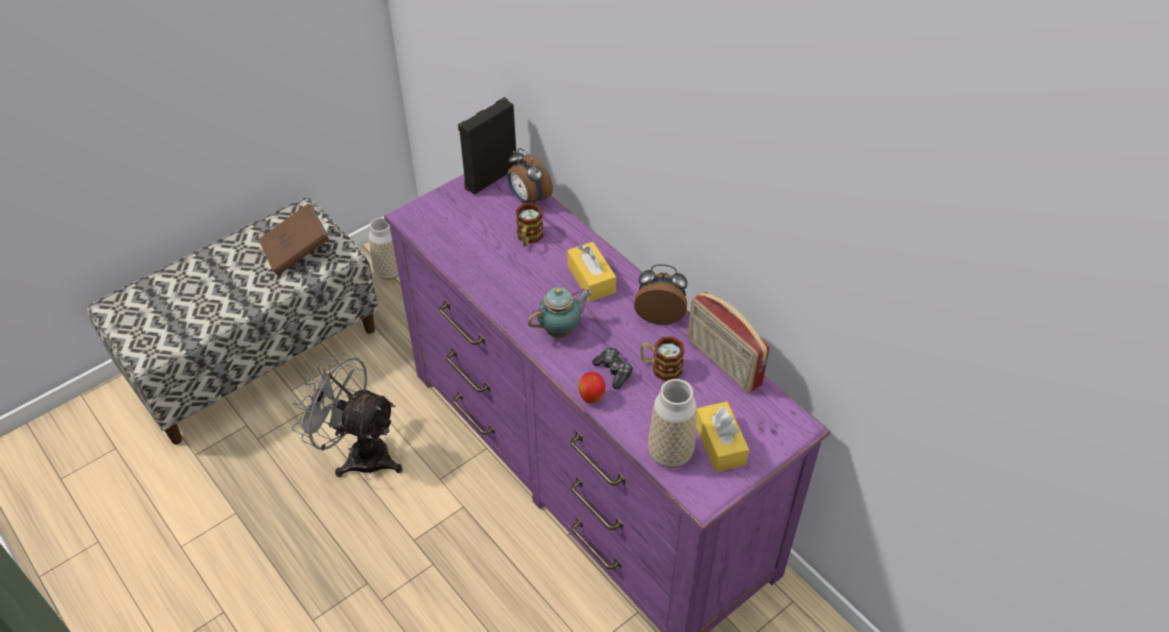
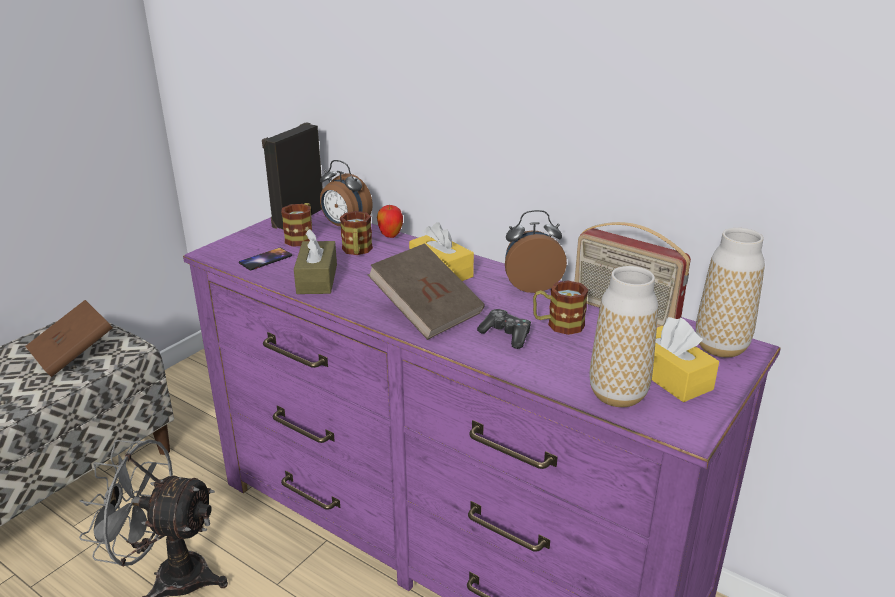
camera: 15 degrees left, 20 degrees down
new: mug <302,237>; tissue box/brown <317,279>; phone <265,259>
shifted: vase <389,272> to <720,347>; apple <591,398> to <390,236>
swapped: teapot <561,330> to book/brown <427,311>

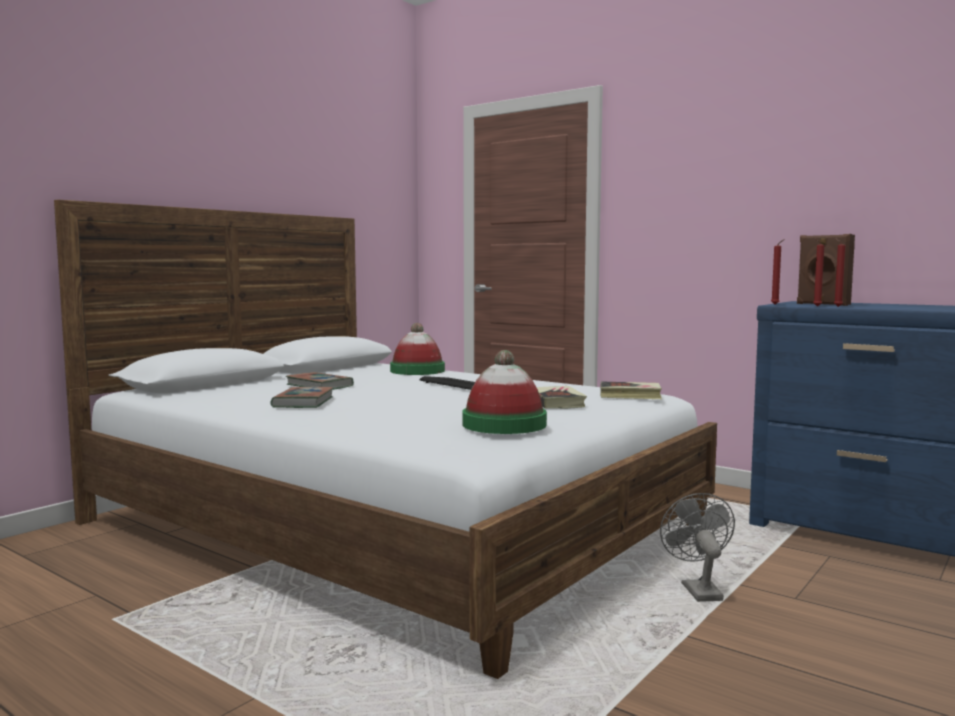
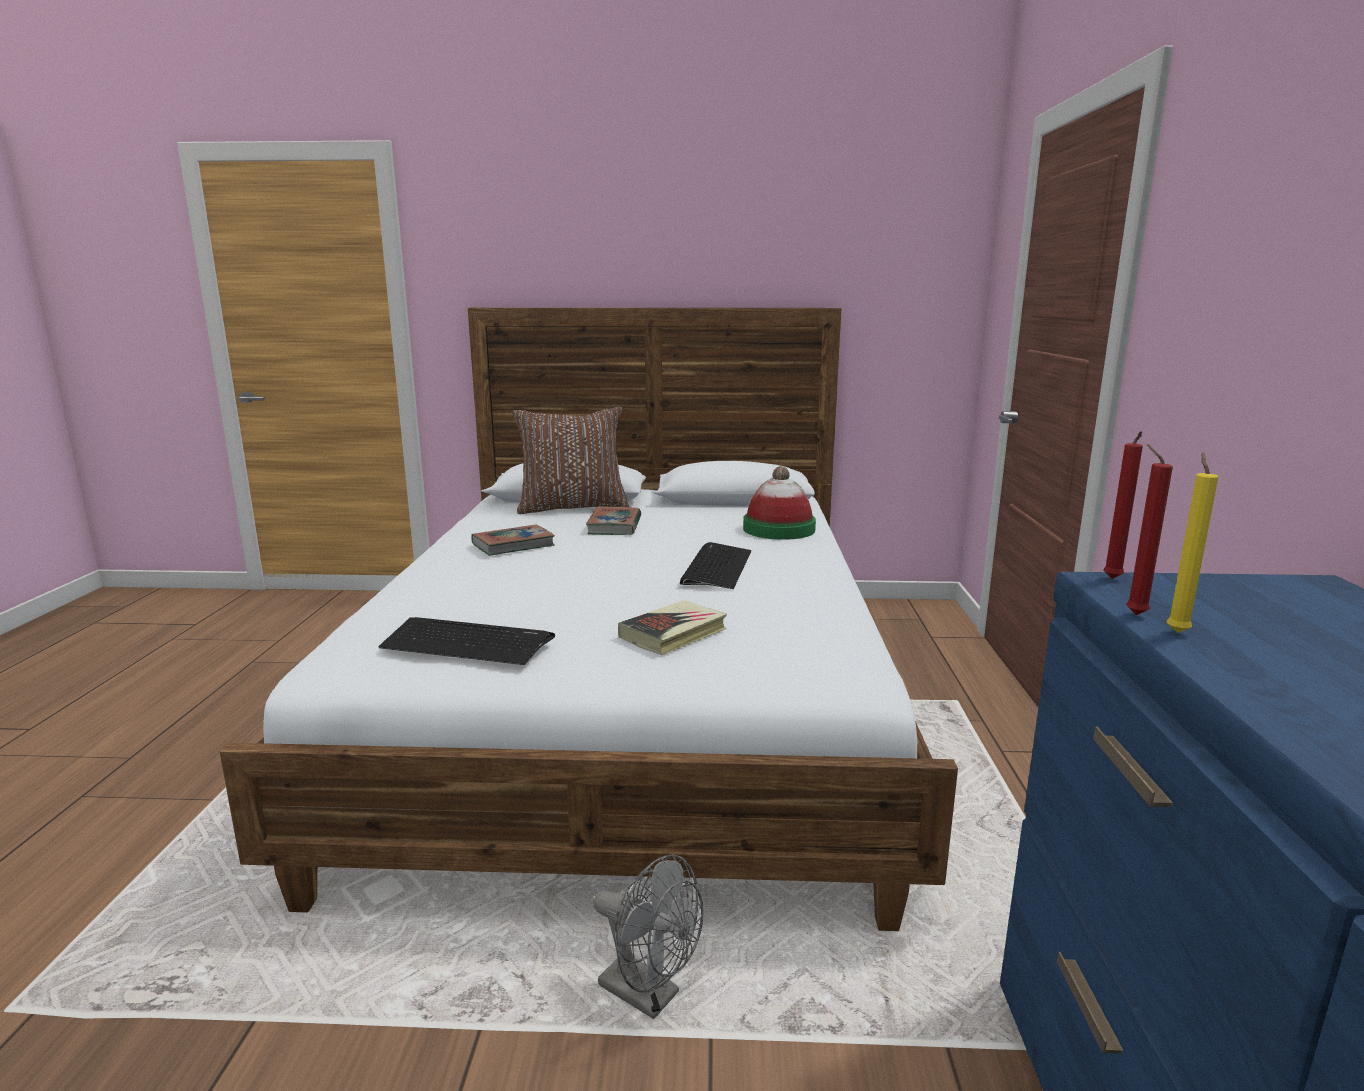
camera: 55 degrees right, 10 degrees up
gone: speaker/brown <822,304>; book <630,395>
new: pillow/brown <572,507>
swapped: hat <504,424> to keyboard <467,643>
repainted: candle/red <836,306> to candle/yellow <1176,631>
rotated: fan/grey <698,589> = <649,995> 75 degrees clockwise

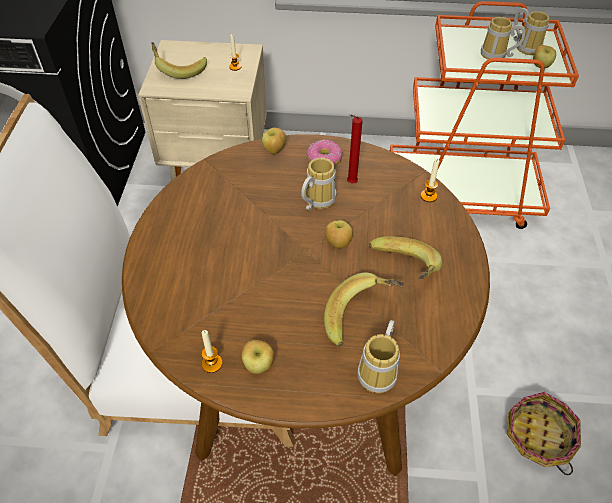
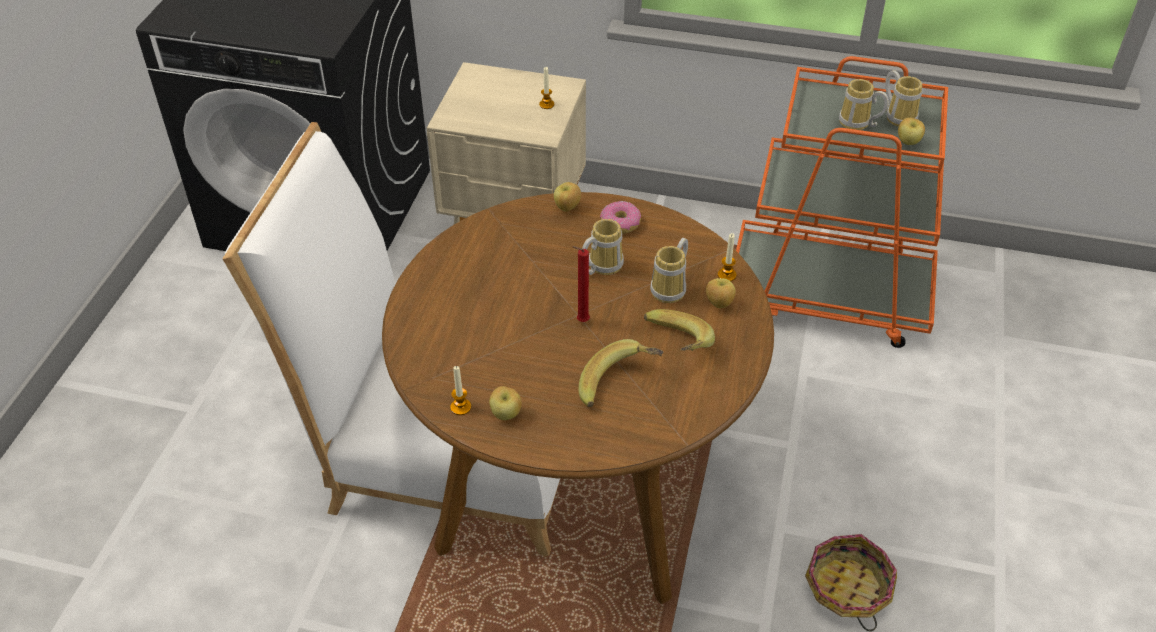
camera: 10 degrees right, 5 degrees down
gone: banana <179,69>
shifted: candle/red <350,183> to <581,321>; apple <337,243> to <719,304>; mug <380,371> to <672,289>

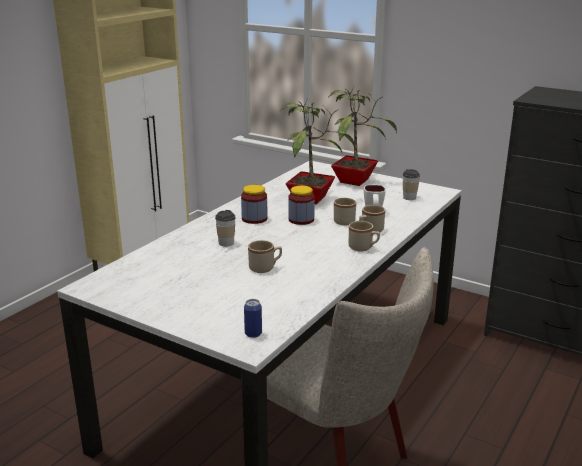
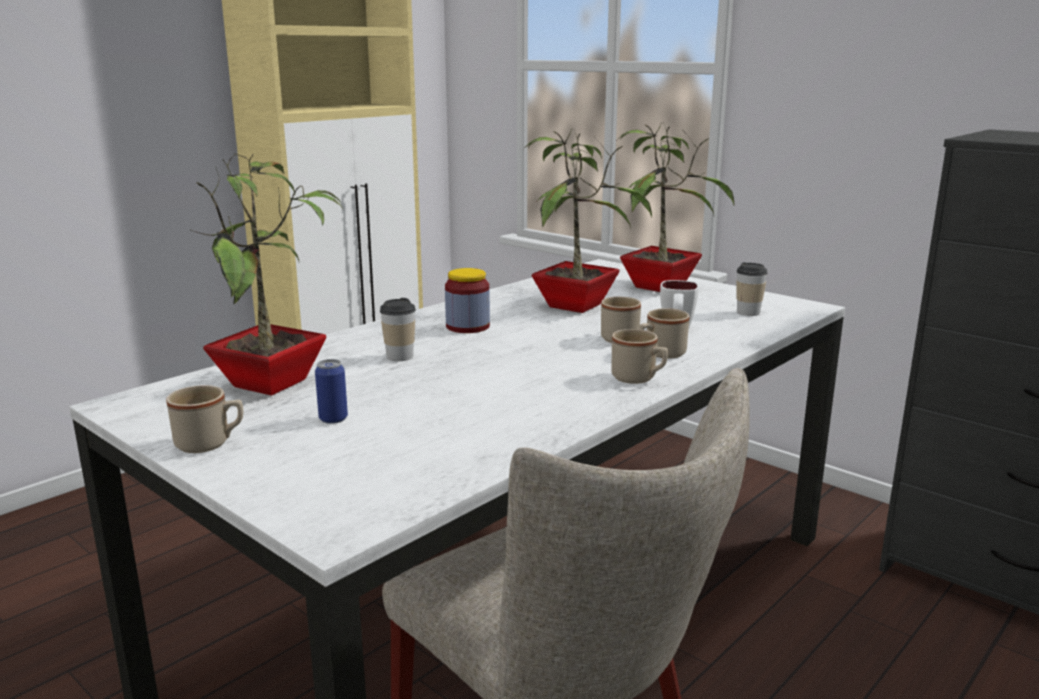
camera: 10 degrees right, 5 degrees down
gone: jar <301,220>
new: potted plant <274,385>
shifted: mug/beige <265,268> to <210,443>; can <253,334> to <333,419>

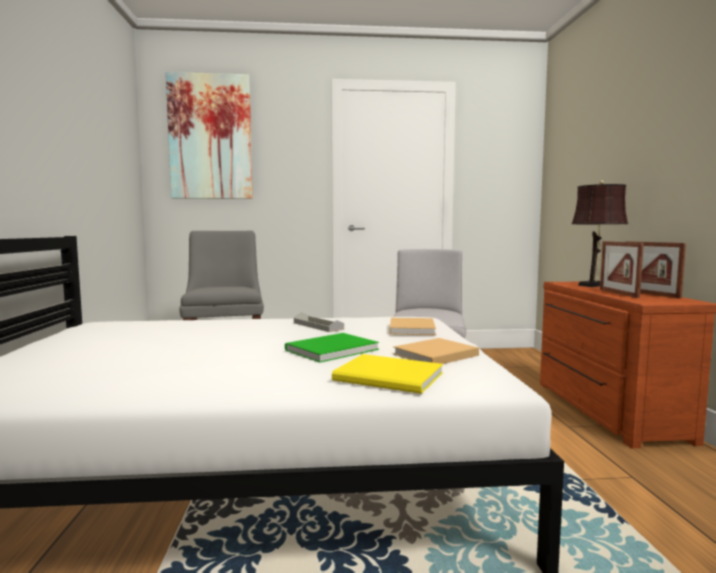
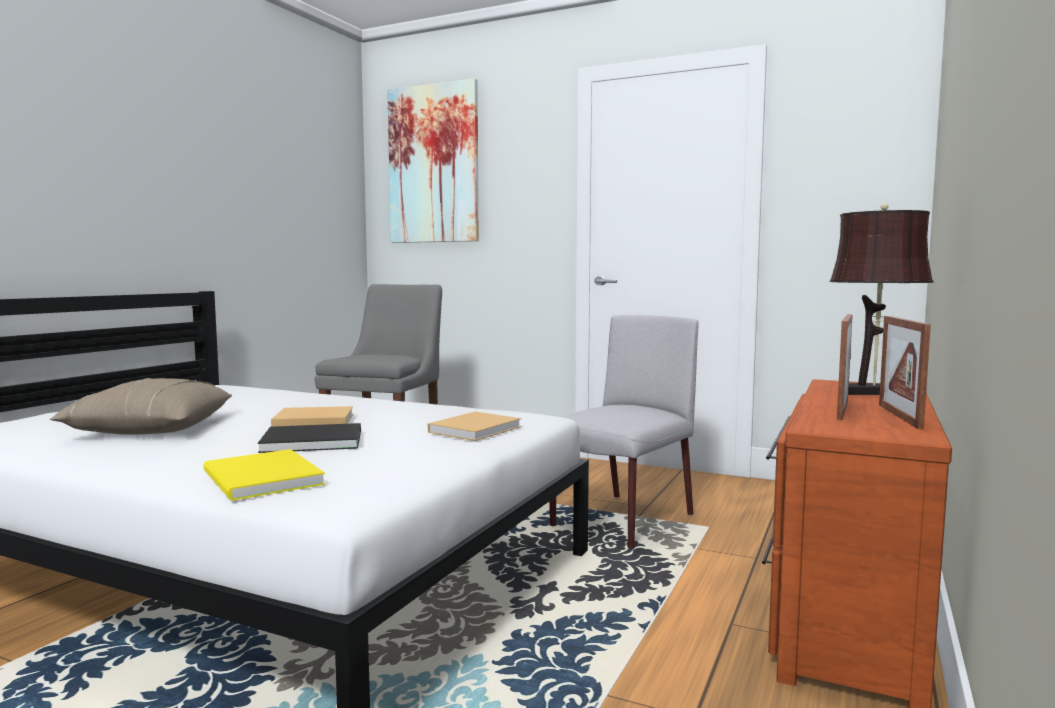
camera: 30 degrees right, 0 degrees up
gone: tray/grey <318,326>
new: pillow/beige <150,430>
shifted: book/beige <434,355> to <311,421>
repainted: book/green <328,350> to book/black <309,441>

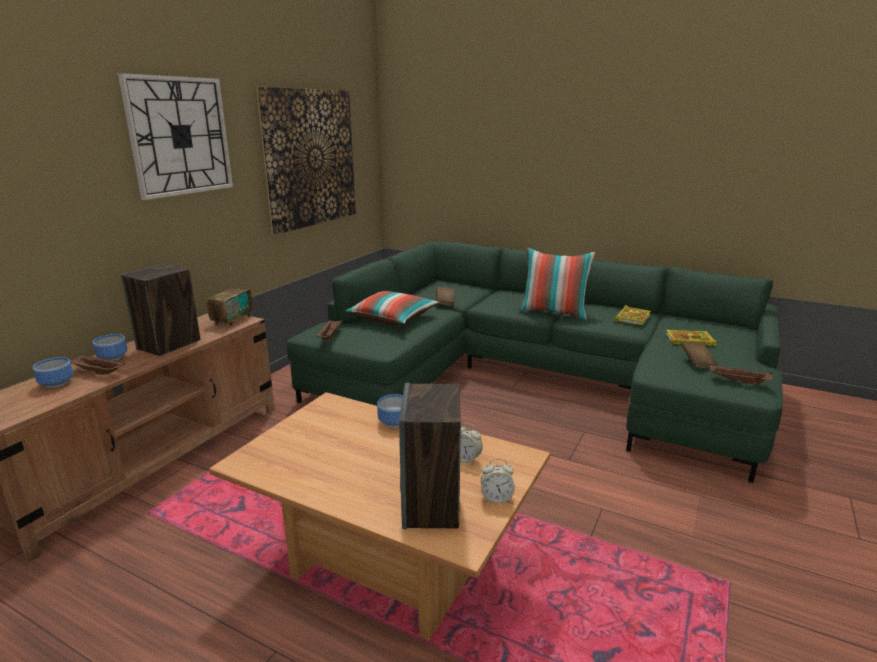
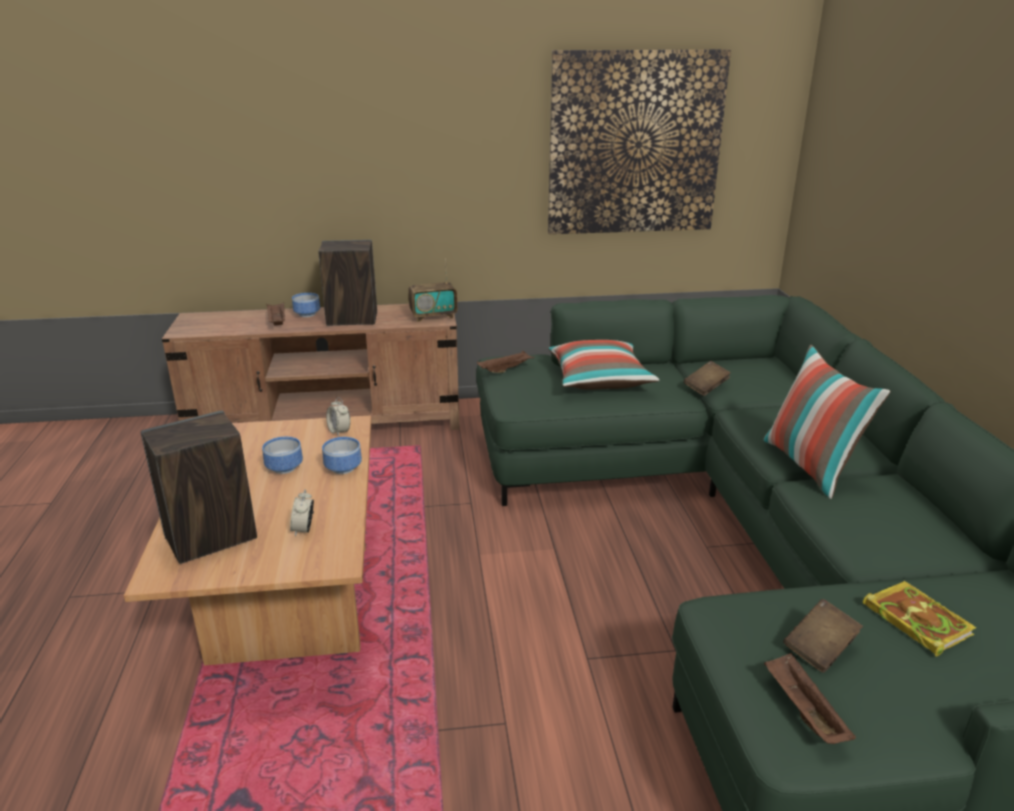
camera: 55 degrees right, 5 degrees up
gone: wall clock <180,136>; book <632,317>
shifted: bowl <55,383> to <283,467>; alarm clock <496,498> to <339,431>

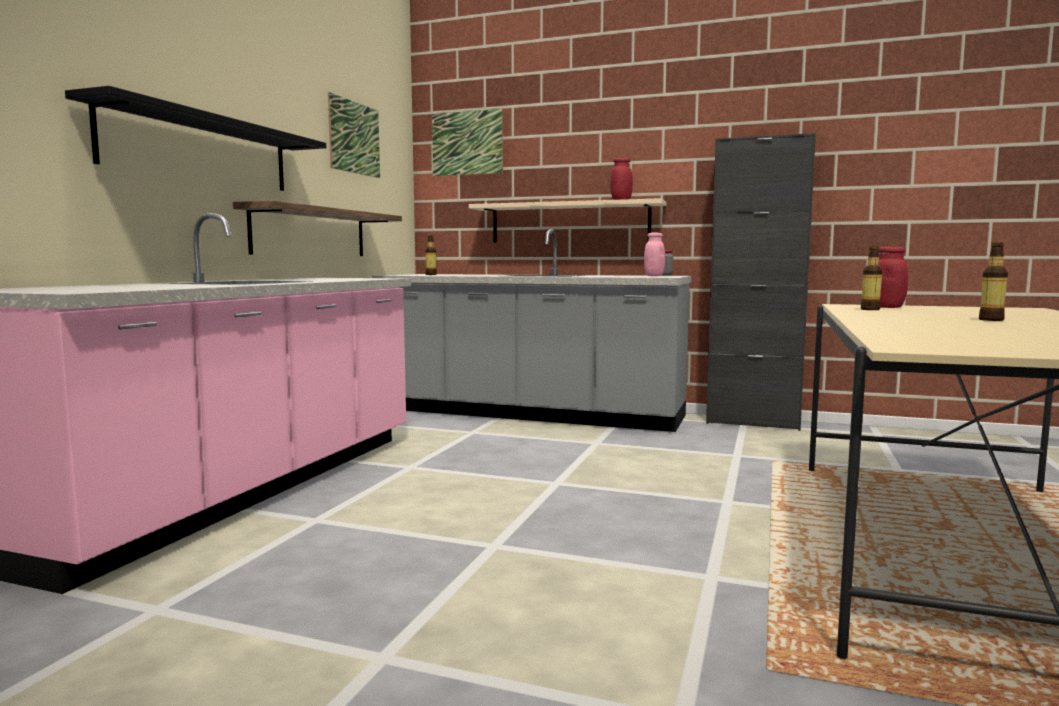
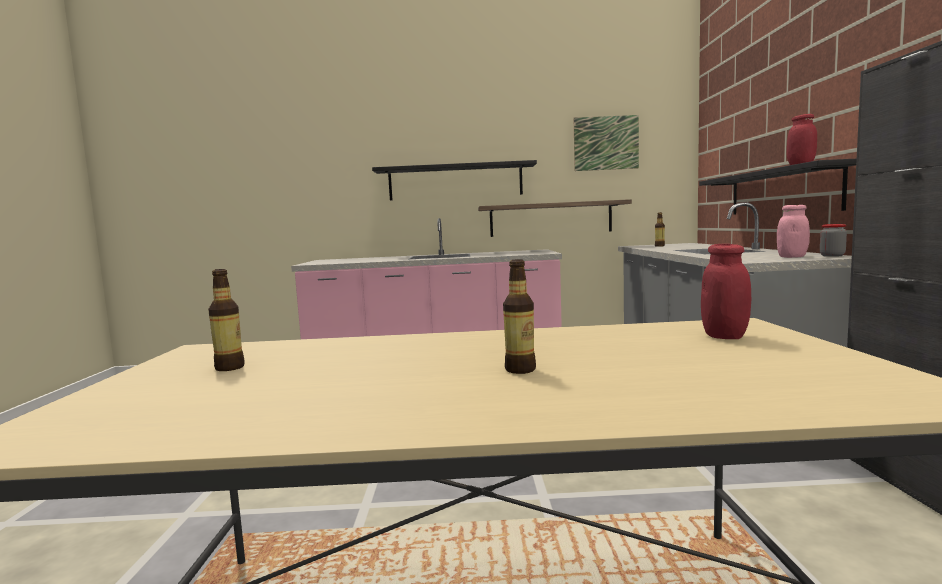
camera: 70 degrees right, 0 degrees up
gone: picture <467,143>
shifted: bottle <870,309> to <230,367>
repainted: shelf/beige <569,222> to shelf/black <781,192>

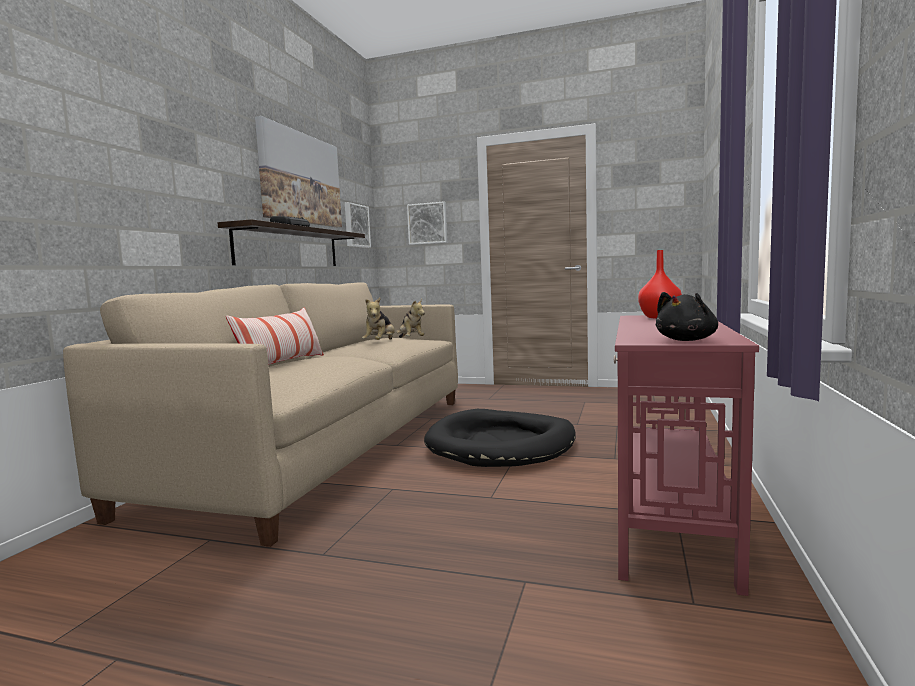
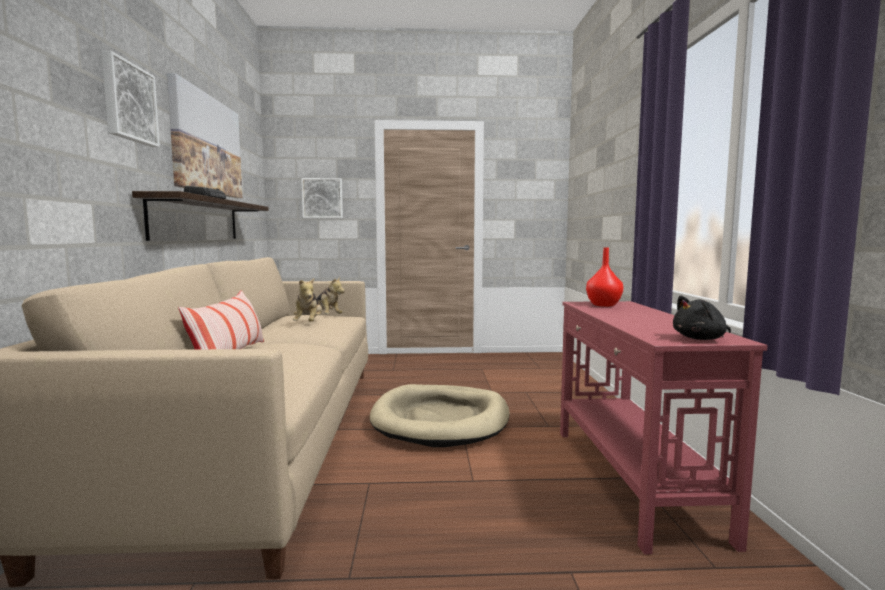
camera: 20 degrees left, 0 degrees up
shifted: picture <356,226> to <128,102>
repainted: dog bed/black <501,444> to dog bed/beige <440,420>
rotated: plush toy/black <687,340> = <701,339> 45 degrees clockwise

